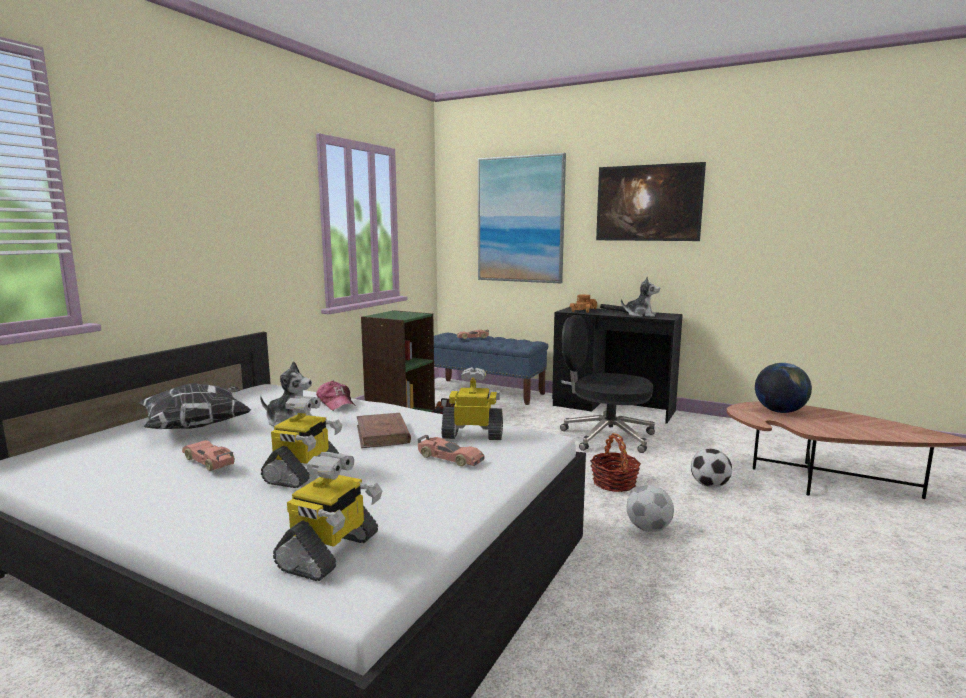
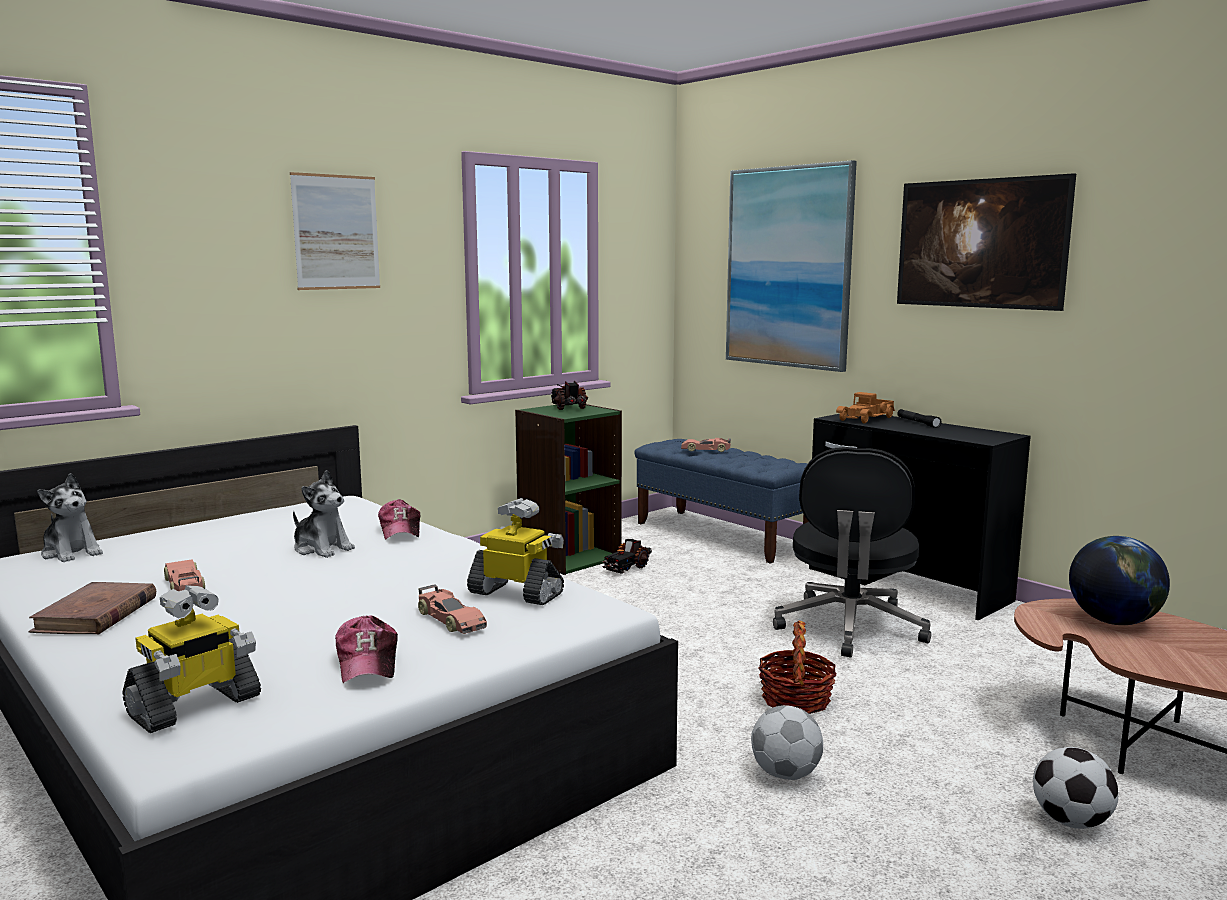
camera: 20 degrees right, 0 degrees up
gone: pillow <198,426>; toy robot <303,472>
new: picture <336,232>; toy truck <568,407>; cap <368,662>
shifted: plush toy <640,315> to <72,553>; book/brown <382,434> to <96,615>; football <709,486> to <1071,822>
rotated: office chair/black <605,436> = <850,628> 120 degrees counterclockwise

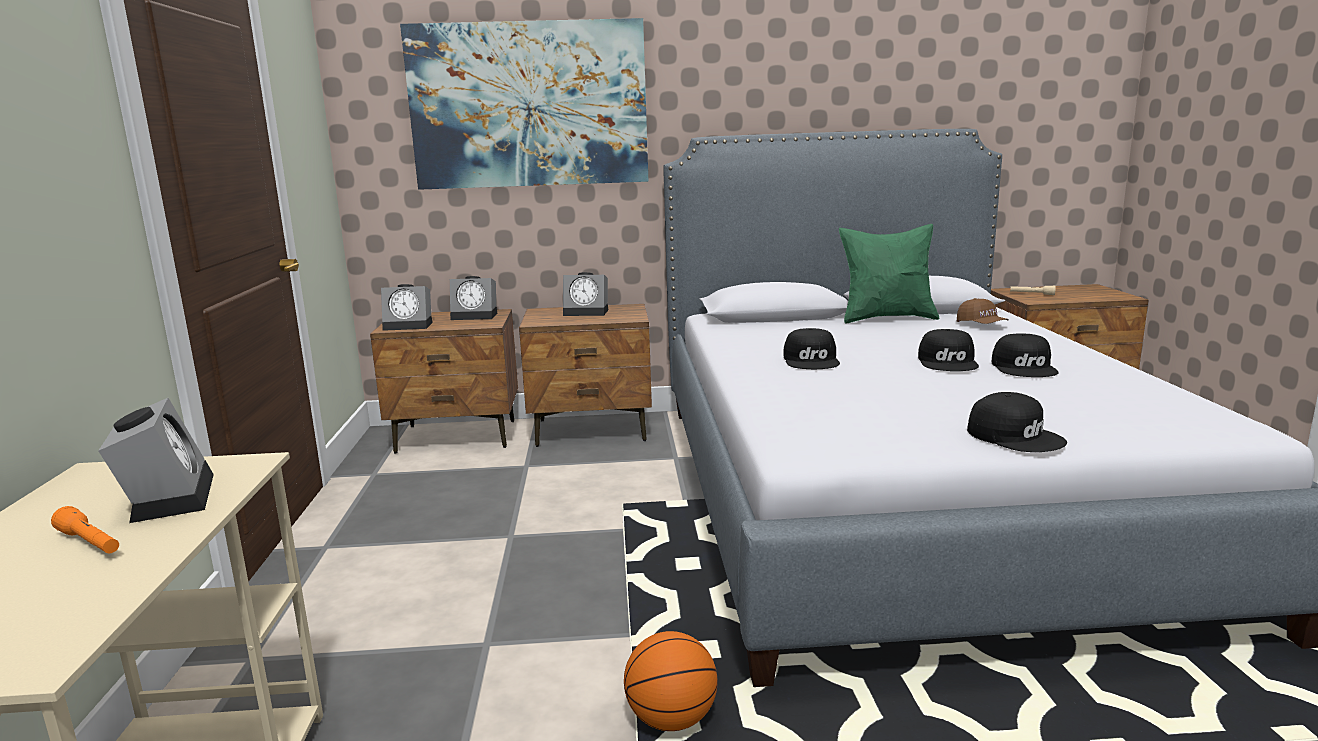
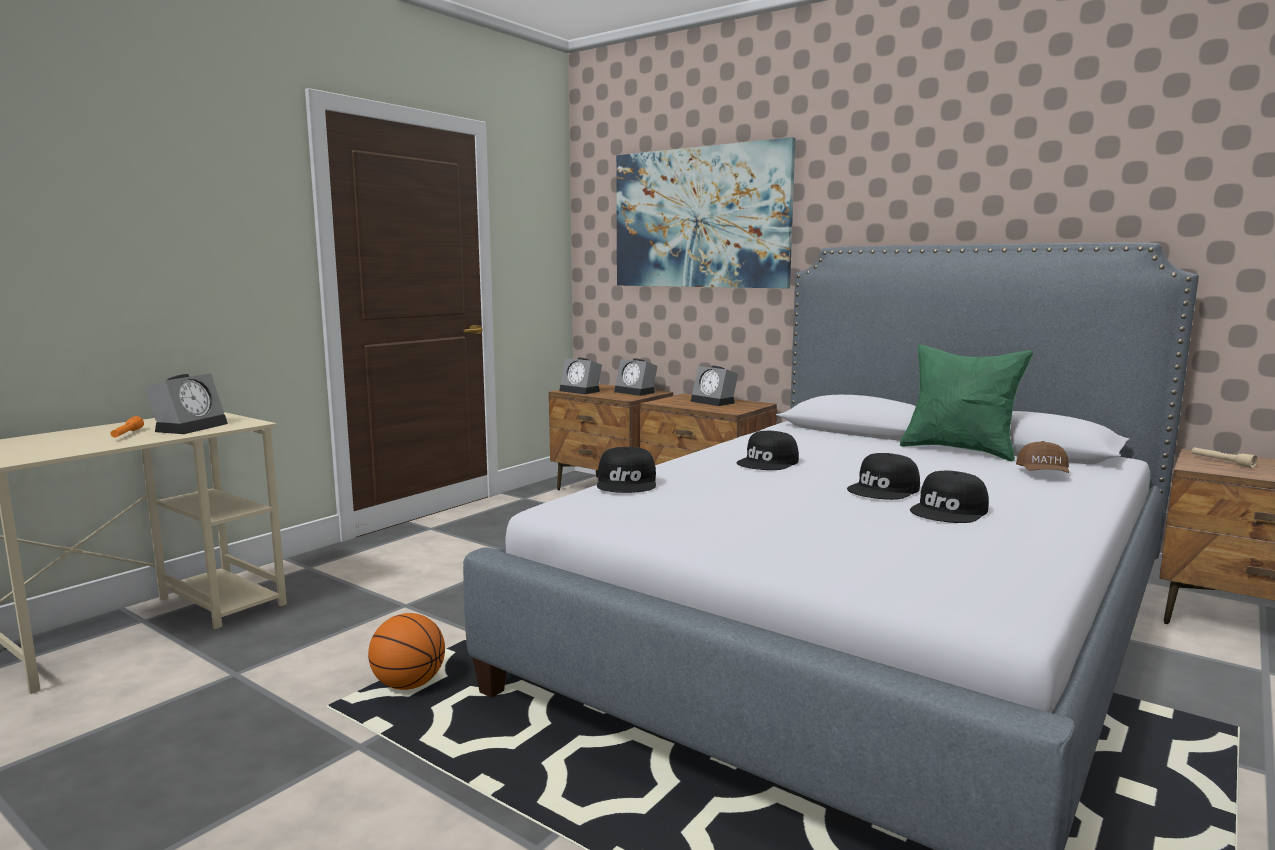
camera: 40 degrees right, 5 degrees down
shifted: cap/black <1015,436> to <627,483>

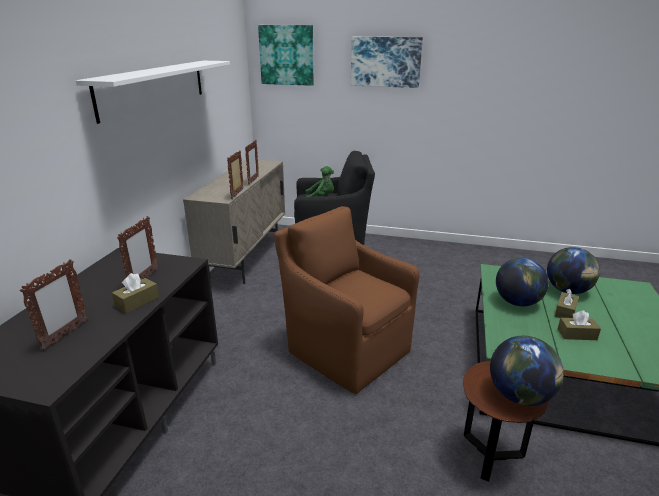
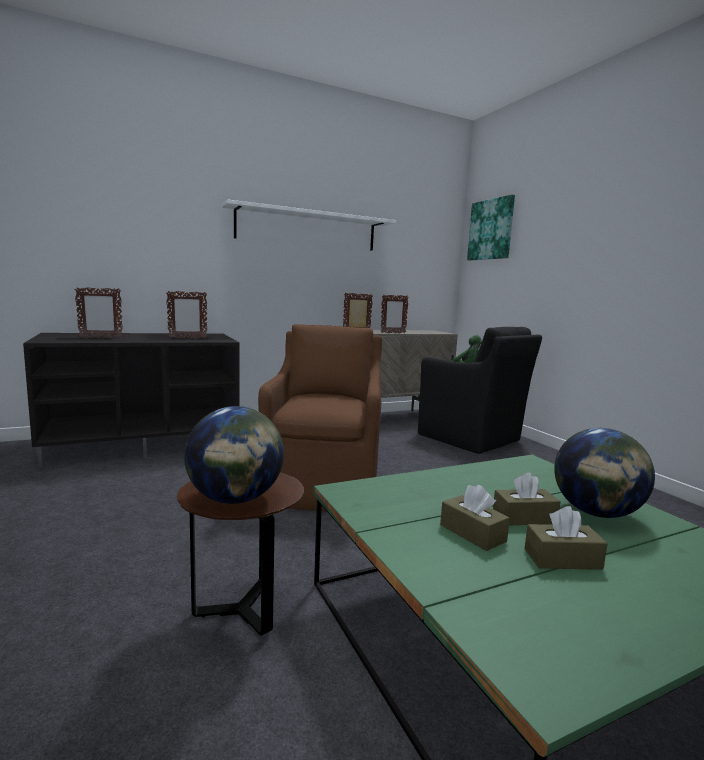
camera: 50 degrees right, 15 degrees down
gone: picture <385,62>; globe <517,302>
shifted: tissue box/brown <137,302> to <562,559>

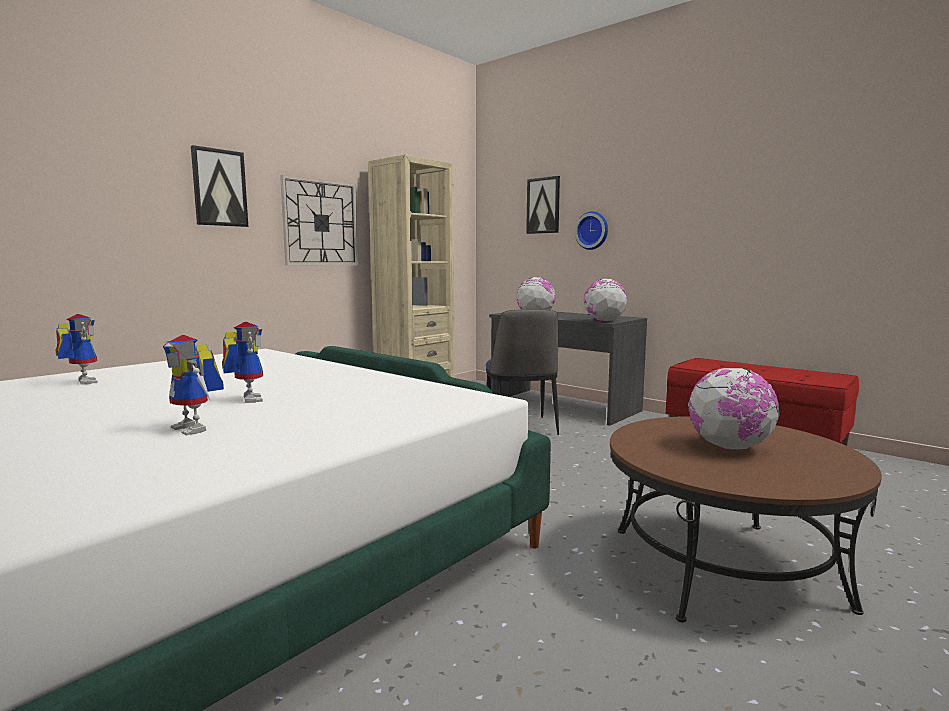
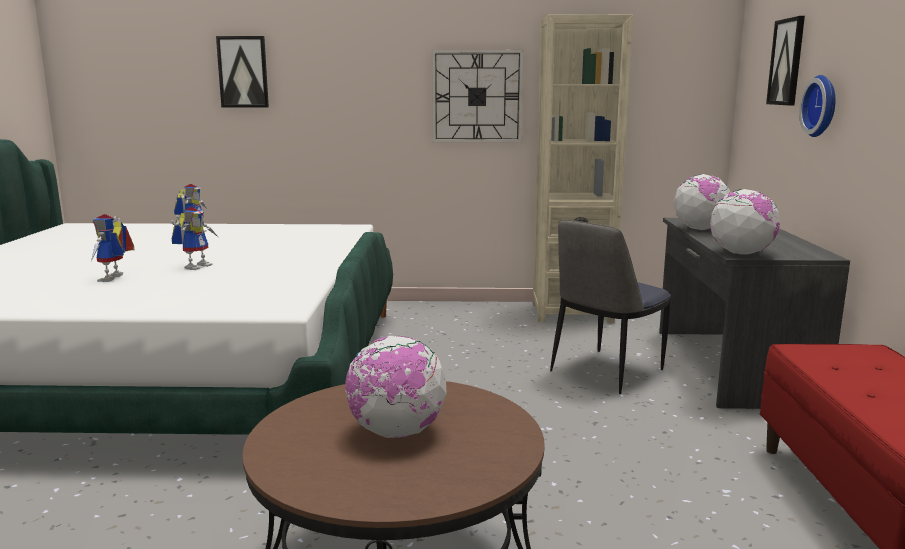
camera: 50 degrees right, 5 degrees up
shifted: picture <219,188> to <243,72>

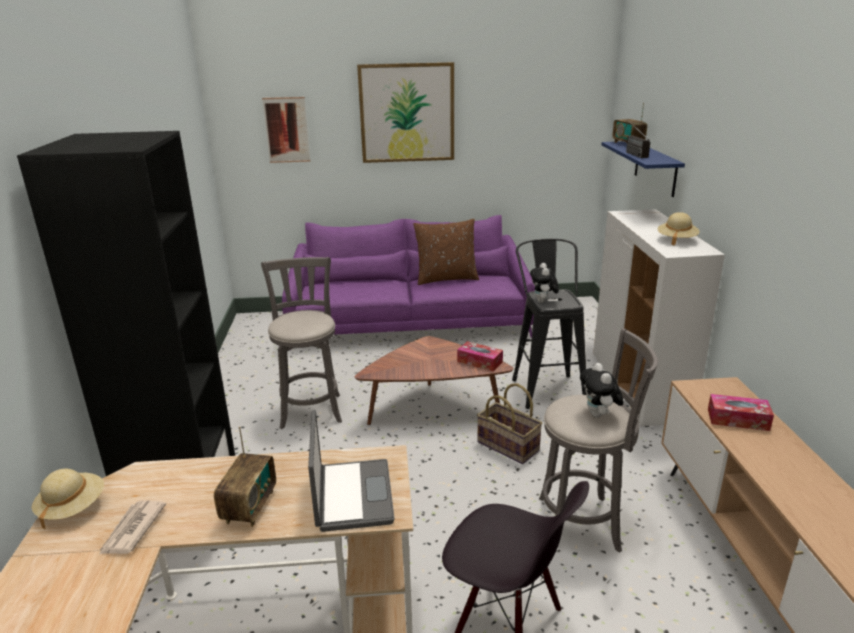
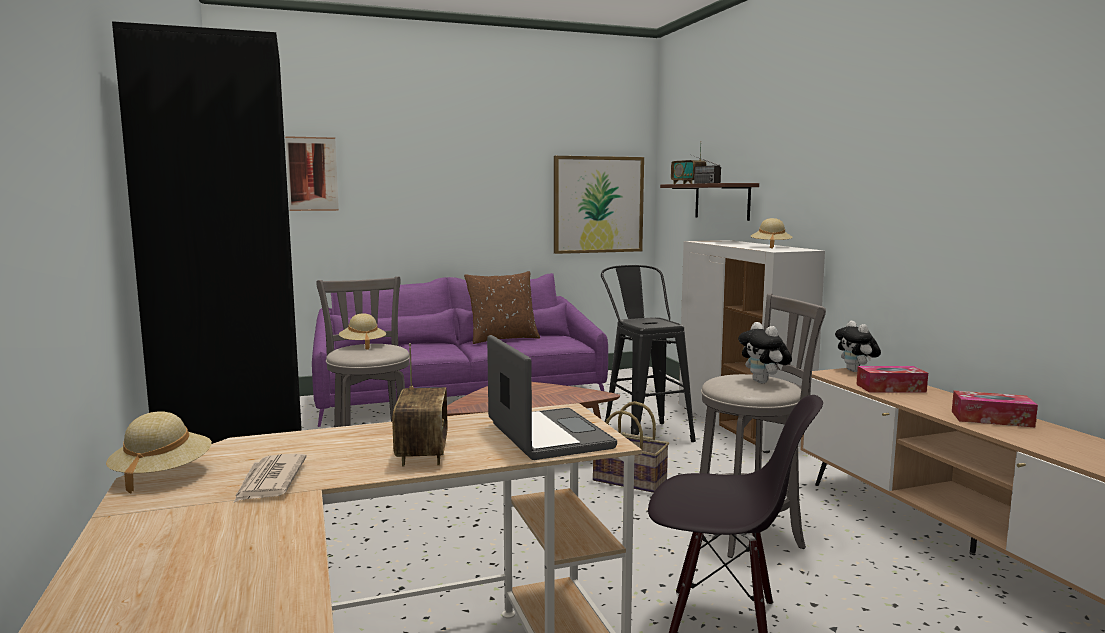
camera: 15 degrees left, 15 degrees down
new: hat/beige <362,345>
shifted: picture <407,113> to <598,204>; plush toy <543,301> to <856,371>; tissue box <479,362> to <991,419>
repainted: shelf/blue <655,168> to shelf/brown <722,201>

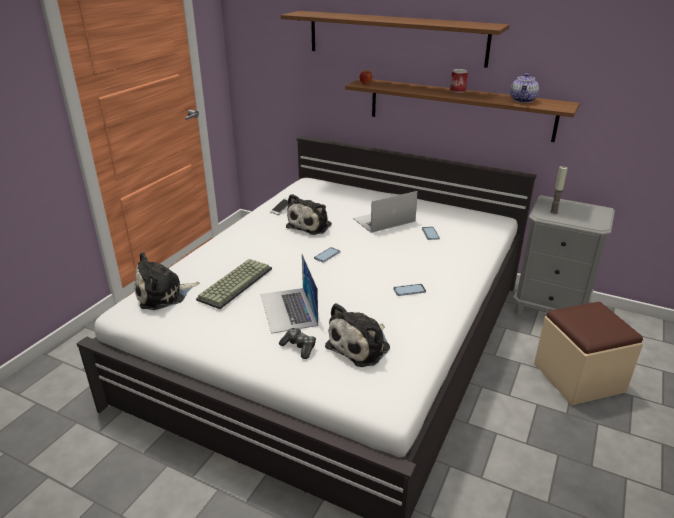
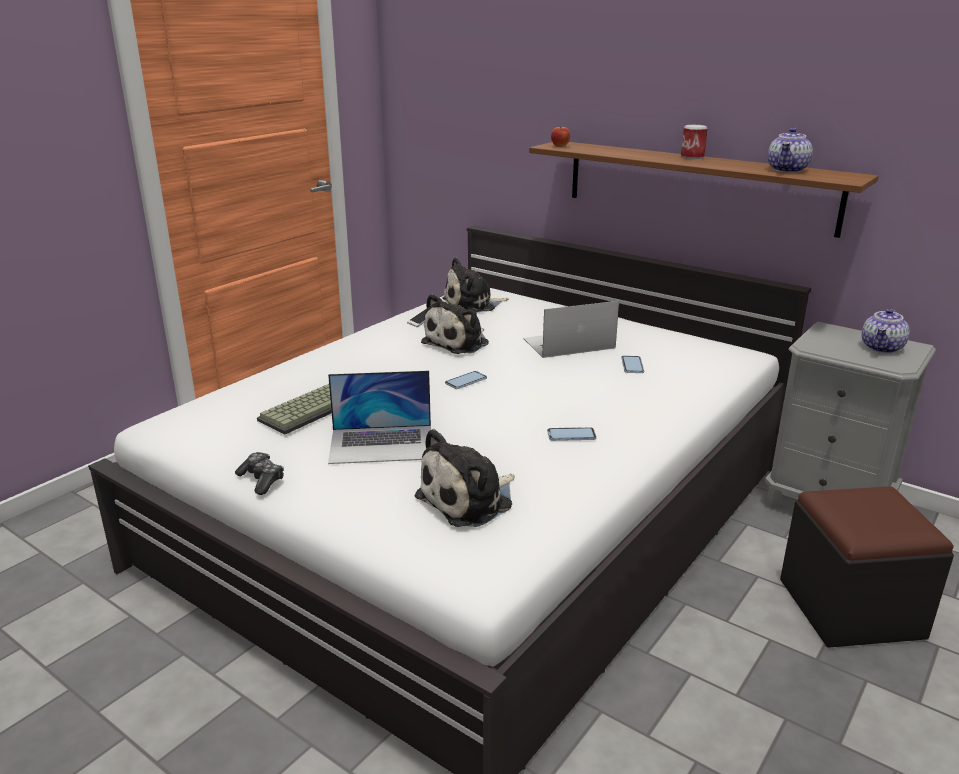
camera: 10 degrees right, 5 degrees down
gone: shelf <395,38>; candle <554,212>
new: teapot <882,348>
shifted: plush toy <163,294> to <472,304>; game controller <299,347> to <261,480>
repainted: ottoman/beige <578,377> to ottoman/black <850,608>
rotated: laptop <288,309> = <382,444> 90 degrees counterclockwise

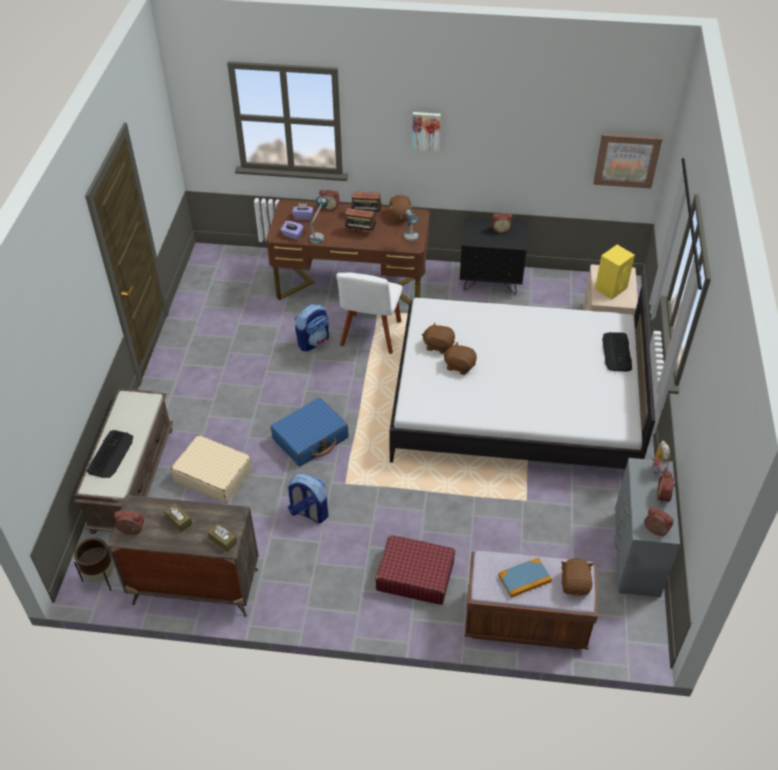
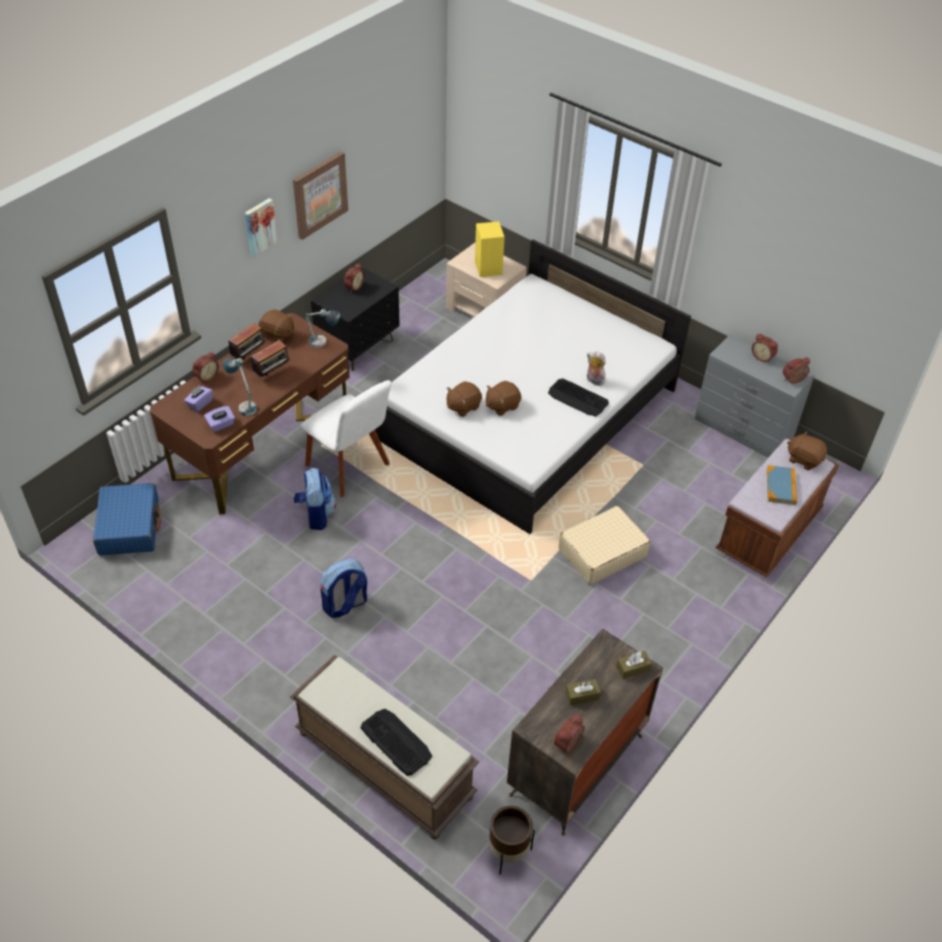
camera: 60 degrees left, 0 degrees up
gone: suitcase/red <415,576>
shifted: picture <626,160> to <319,194>; keyboard <617,352> to <578,398>; suitcase/blue <311,438> to <129,527>; suitcase/beige <213,475> to <601,553>; plush toy <657,470> to <594,381>; backpack <308,512> to <345,605>

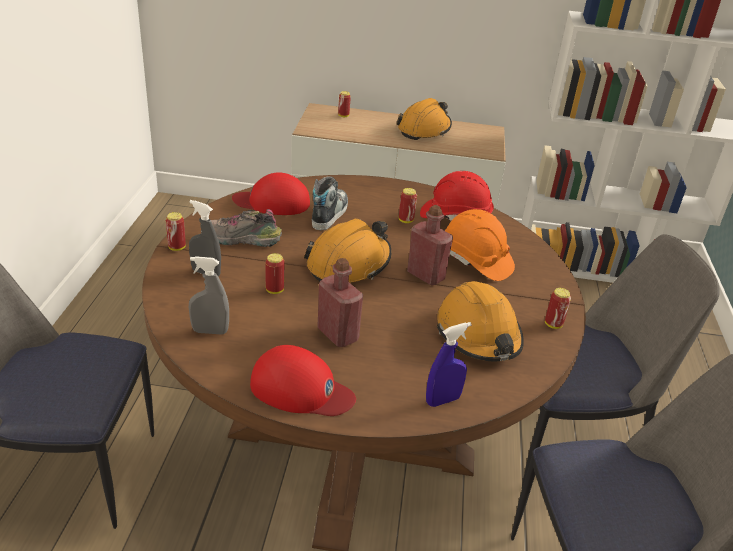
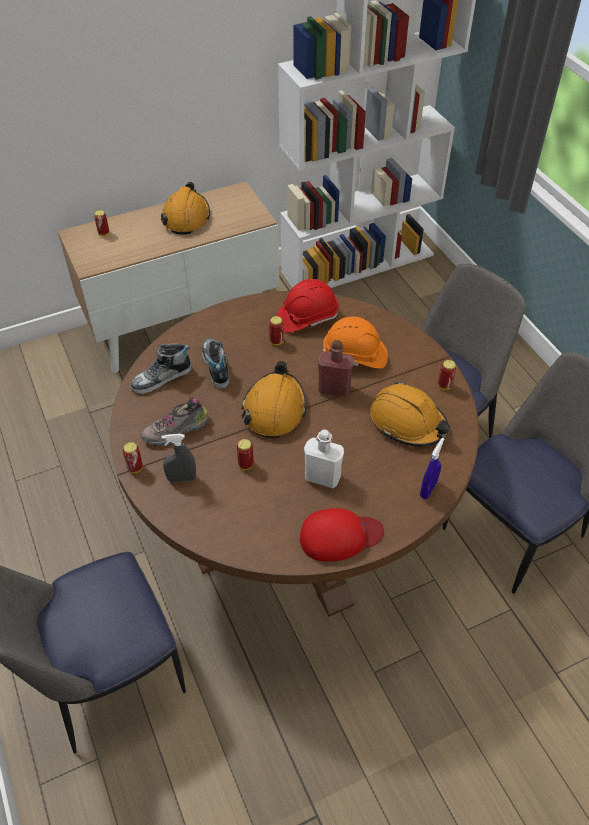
camera: 30 degrees left, 15 degrees up
gone: spray bottle/grey <210,331>
swapped: cap/red <272,202> to shoe <162,378>
repainted: bottle/red <338,334> to bottle/white <322,477>

